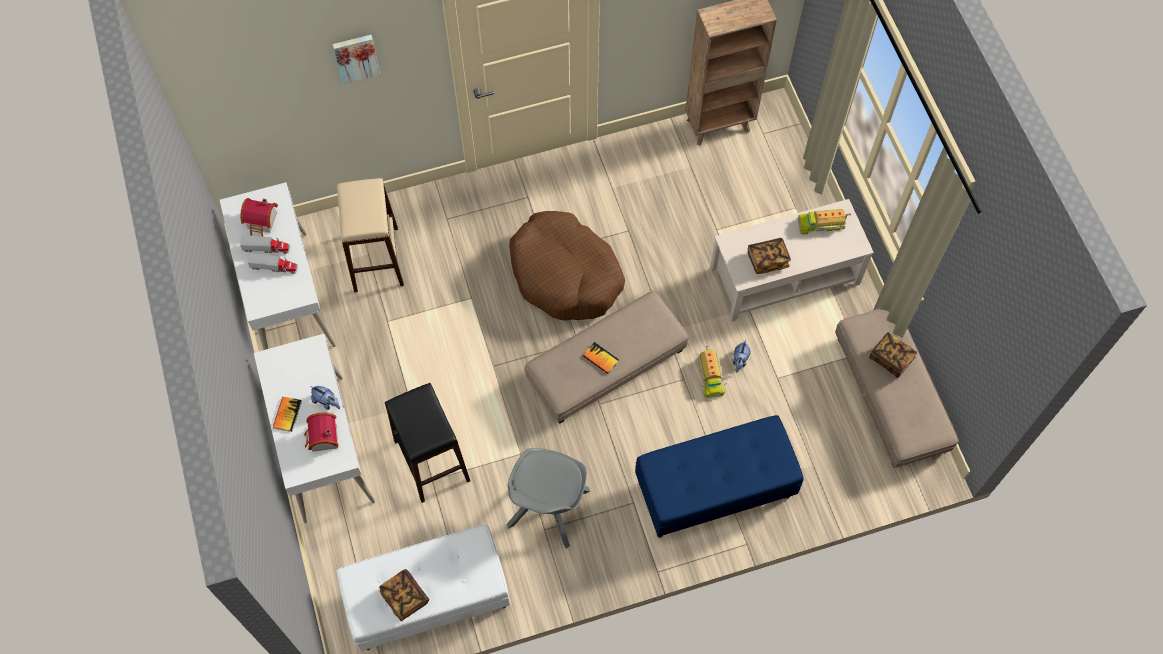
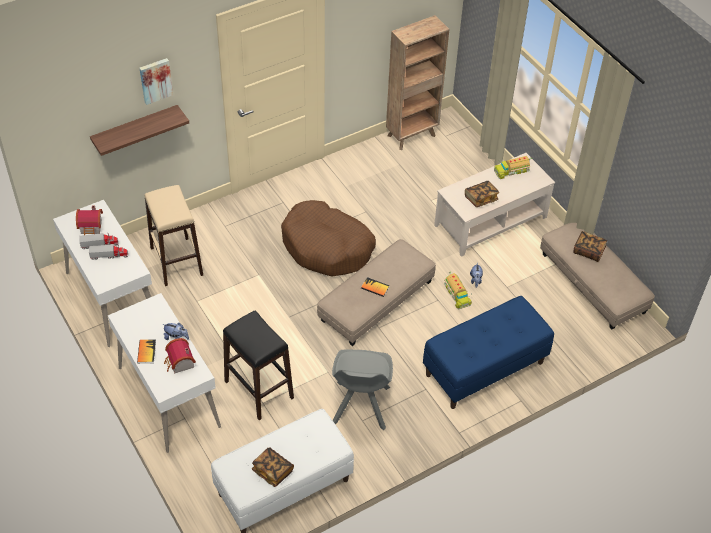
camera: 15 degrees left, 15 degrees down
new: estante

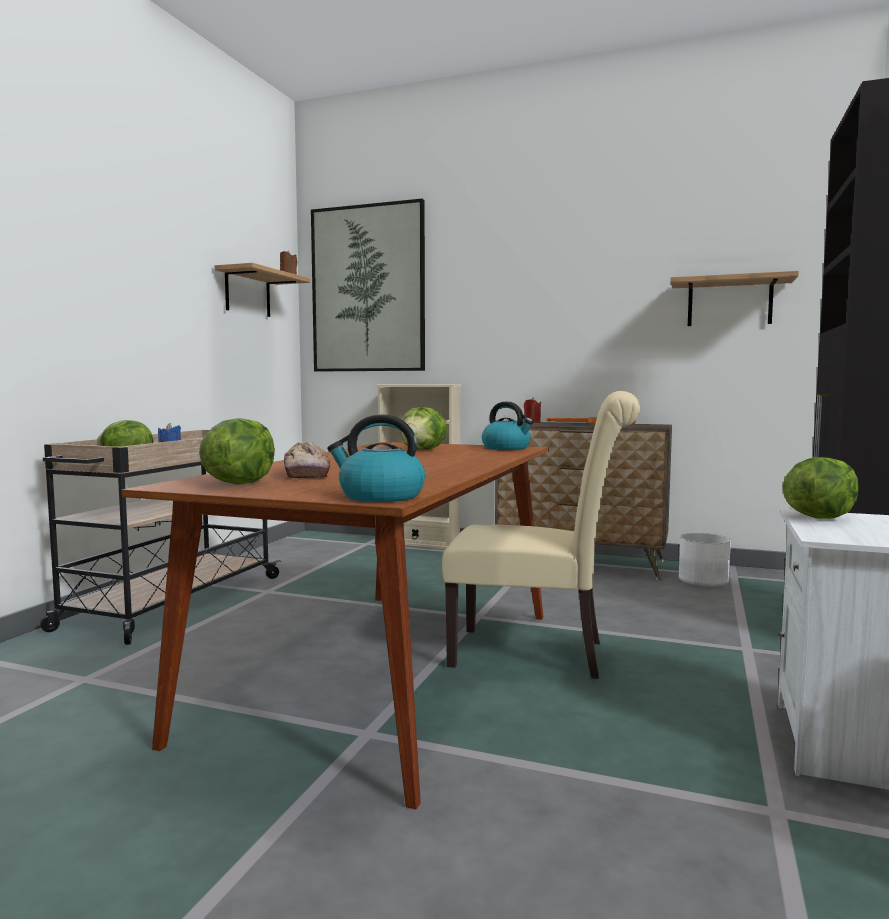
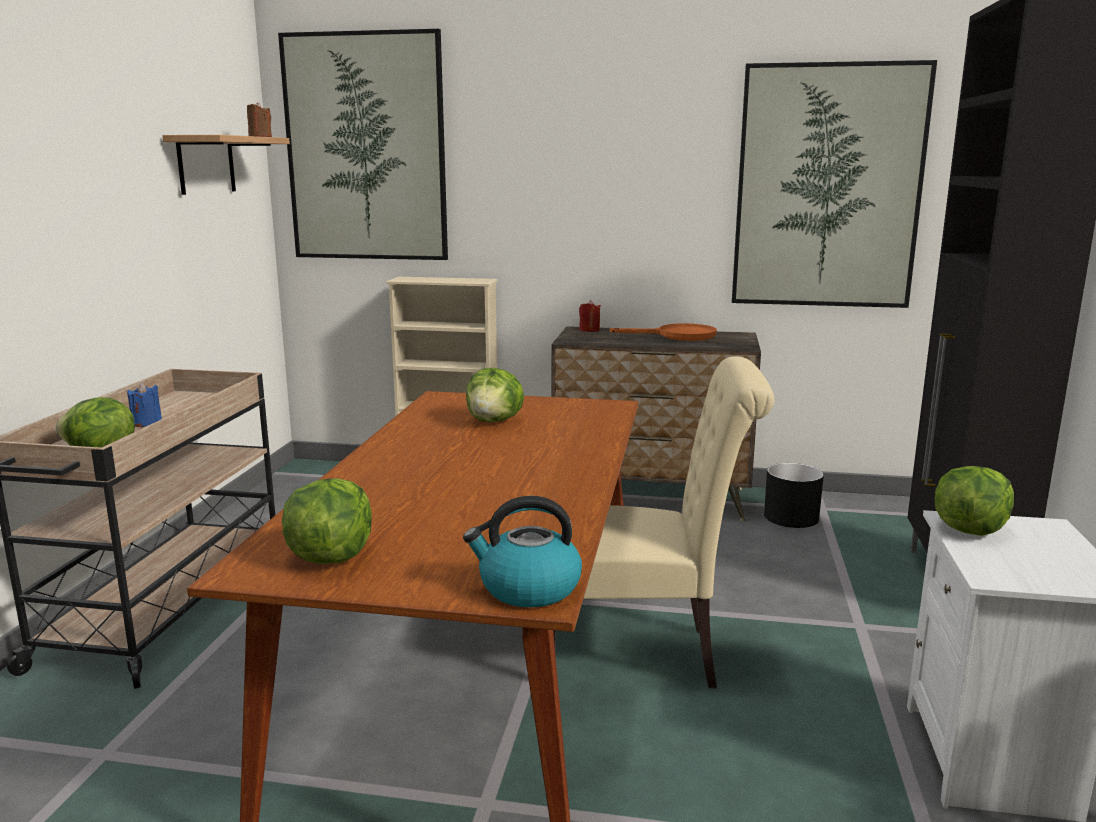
camera: 10 degrees left, 10 degrees up
gone: pan; hervidor (no. 2 from left)
swapped: estante (no. 2 from left) to cuadro (no. 2 from left)
repainted: maceta (blanco) to maceta (negro)

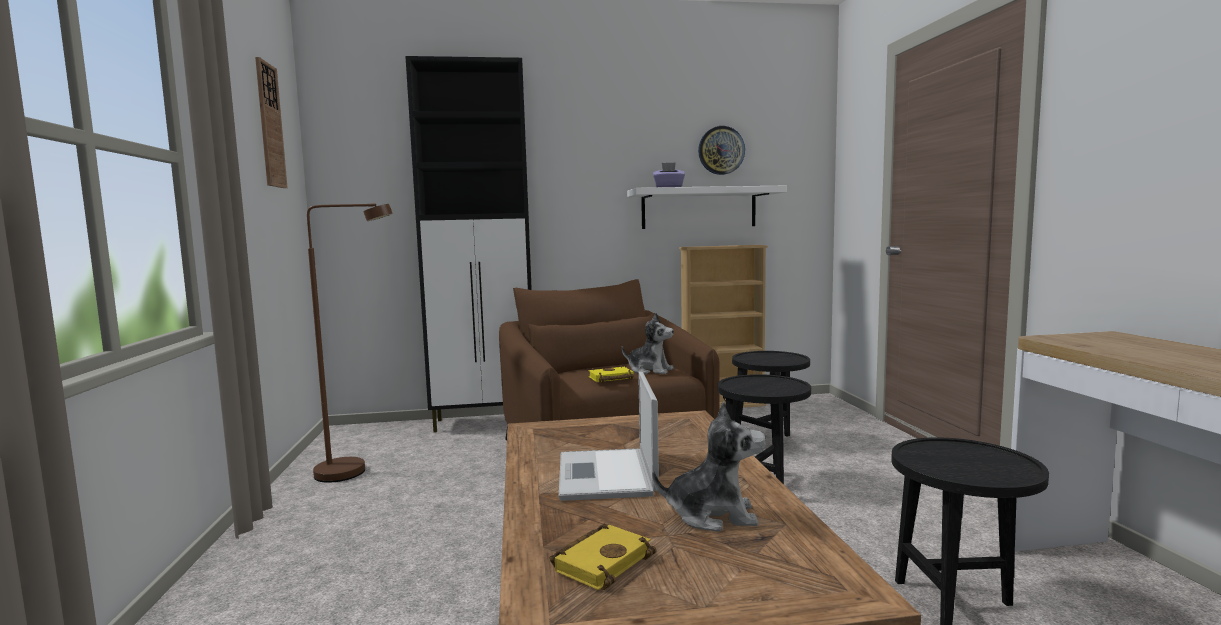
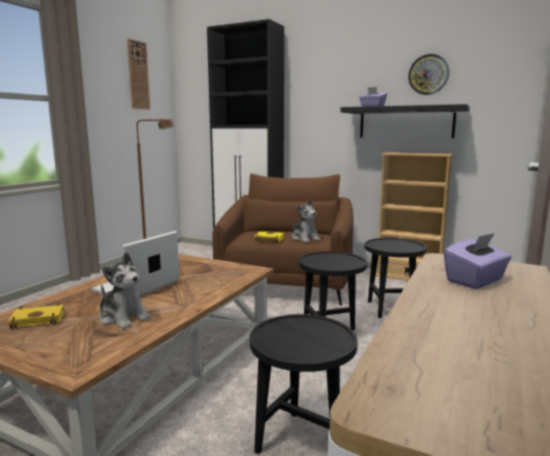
camera: 35 degrees right, 5 degrees up
new: caja de pañuelos (morado) (no. 2 from left)
repainted: estante (blanco) to estante (negro)

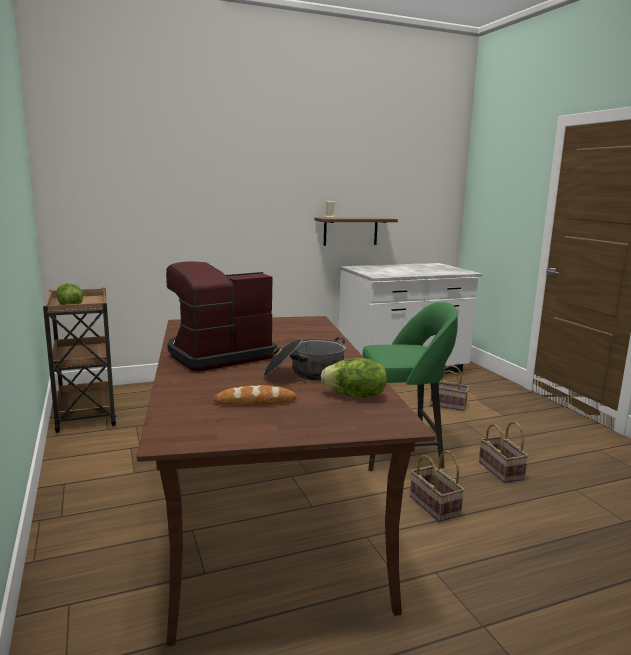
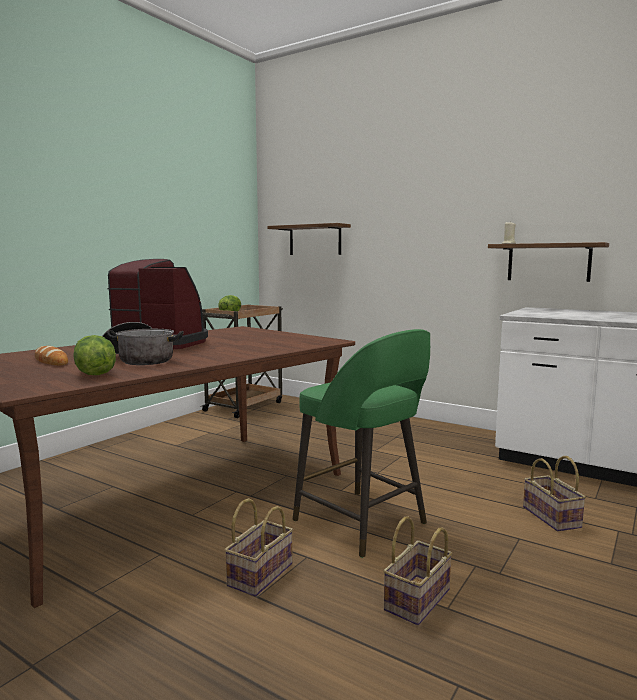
camera: 55 degrees right, 5 degrees down
new: estante (no. 1 from left)

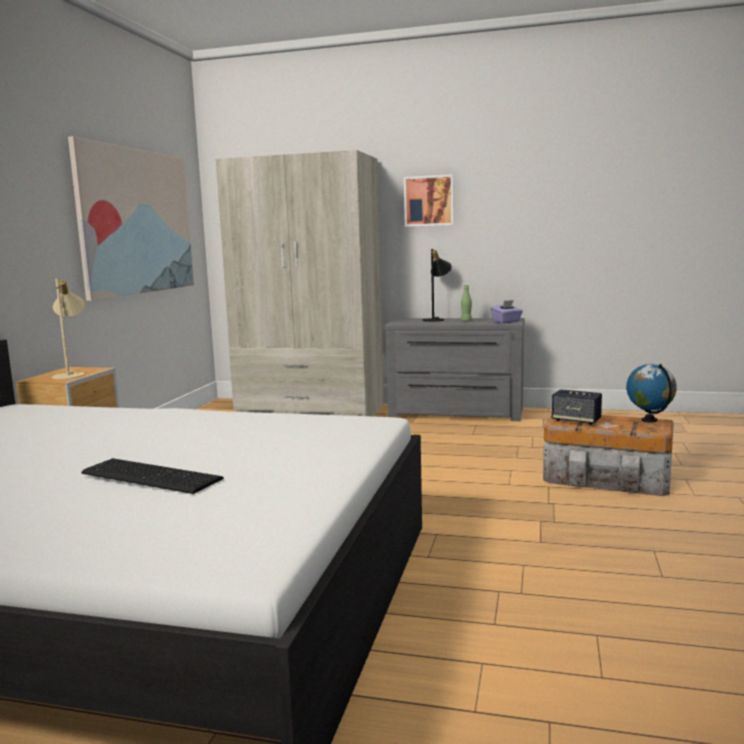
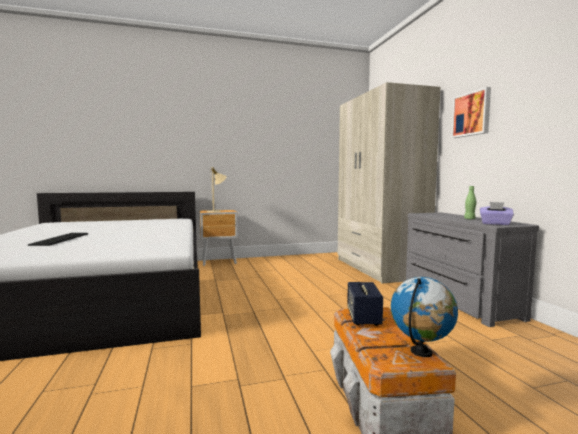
camera: 60 degrees right, 5 degrees down
gone: cuadro (no. 1 from left); lámpara de mesa (negro)

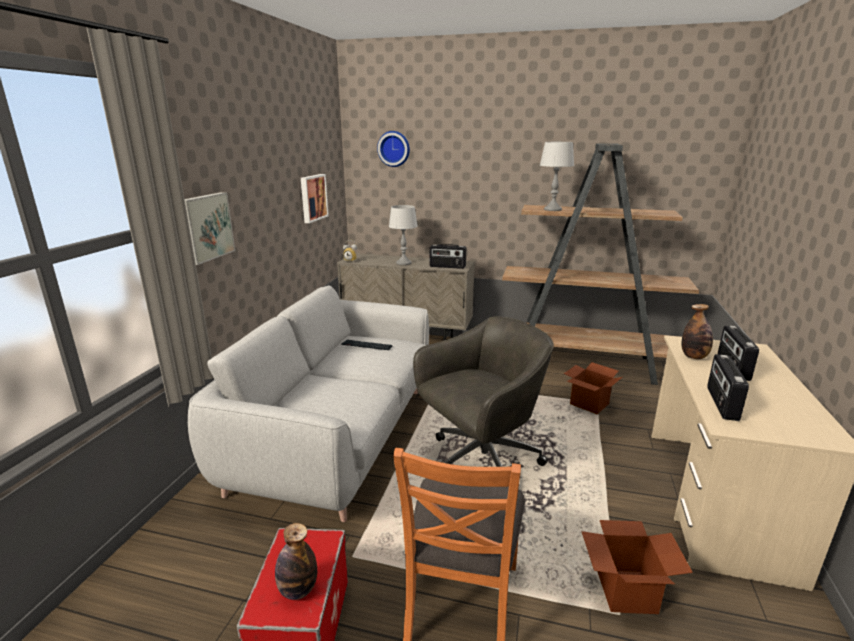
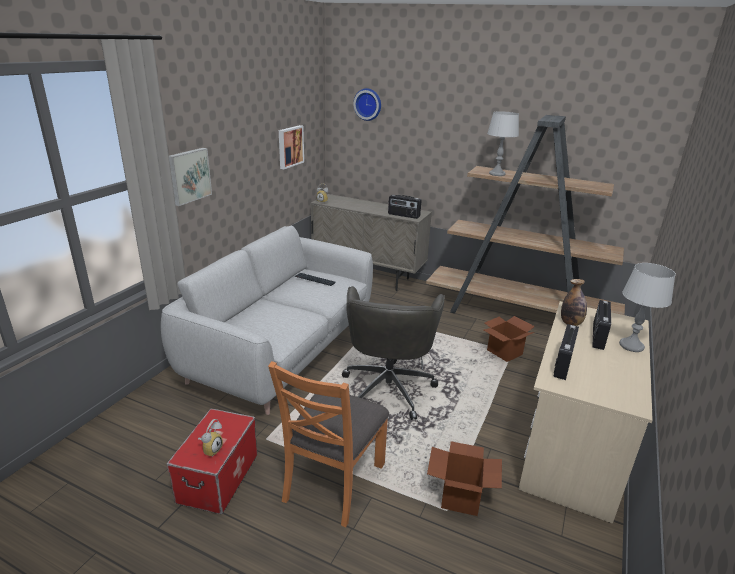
camera: 10 degrees right, 5 degrees up
shifted: lámpara de mesa (gris) (no. 1 from left in the first image) to lámpara de mesa (gris) (no. 2 from left)
swapped: botella (no. 1 from left) to despertador (no. 1 from left)
rotated: silla de oficina (gris) 120 degrees clockwise

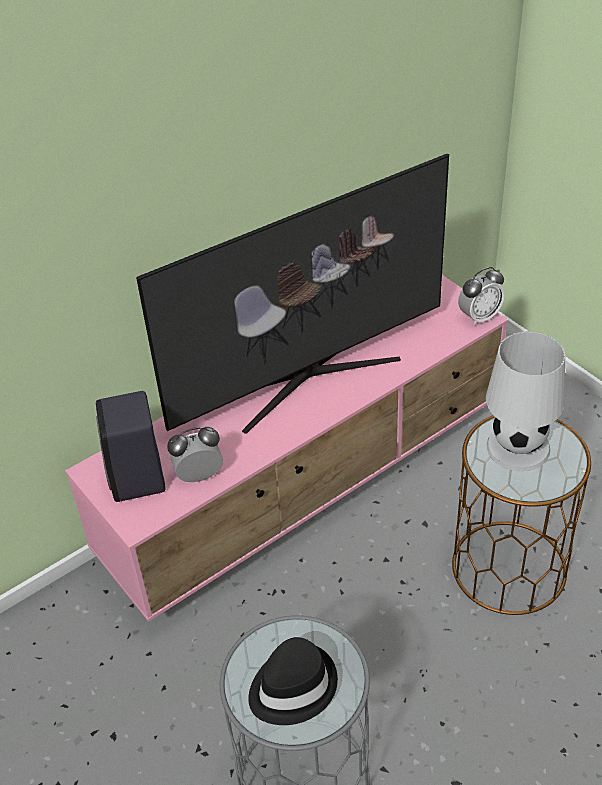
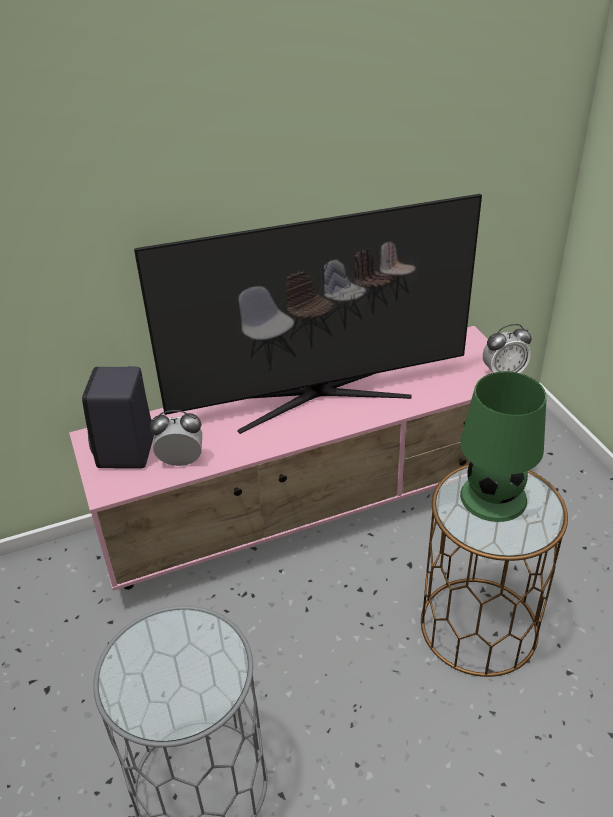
camera: 15 degrees right, 5 degrees down
gone: sombrero (negro)
repainted: lámpara de mesa (blanco) to lámpara de mesa (verde)

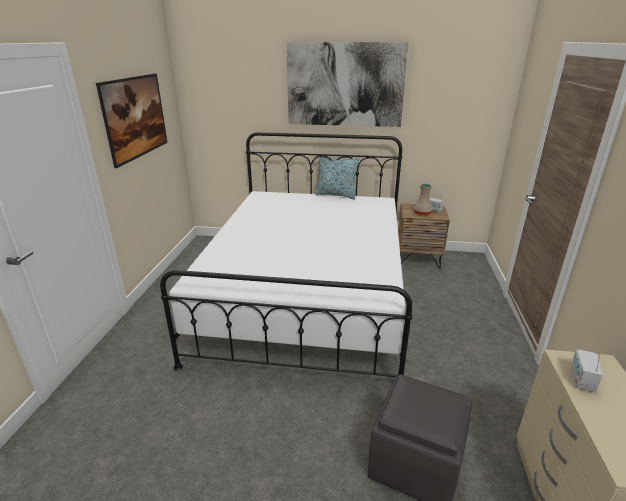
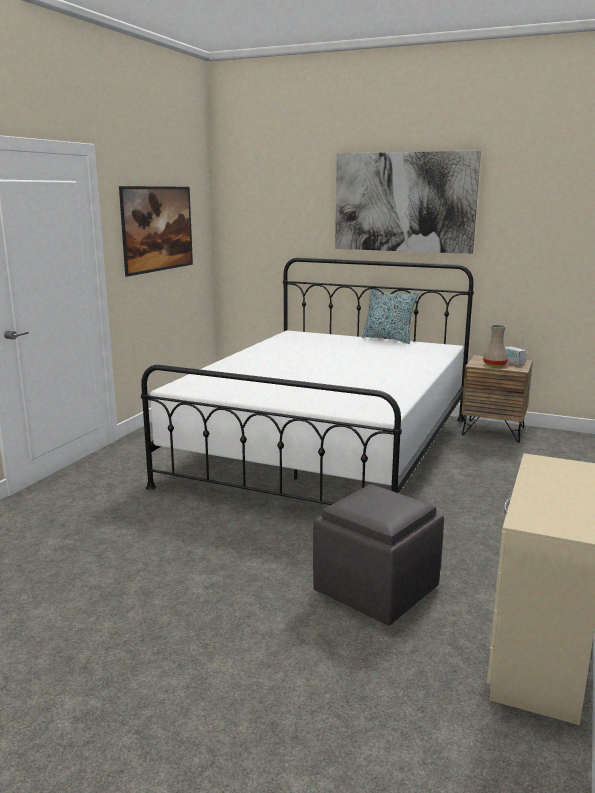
camera: 15 degrees right, 10 degrees down
gone: radio (no. 2 from left)

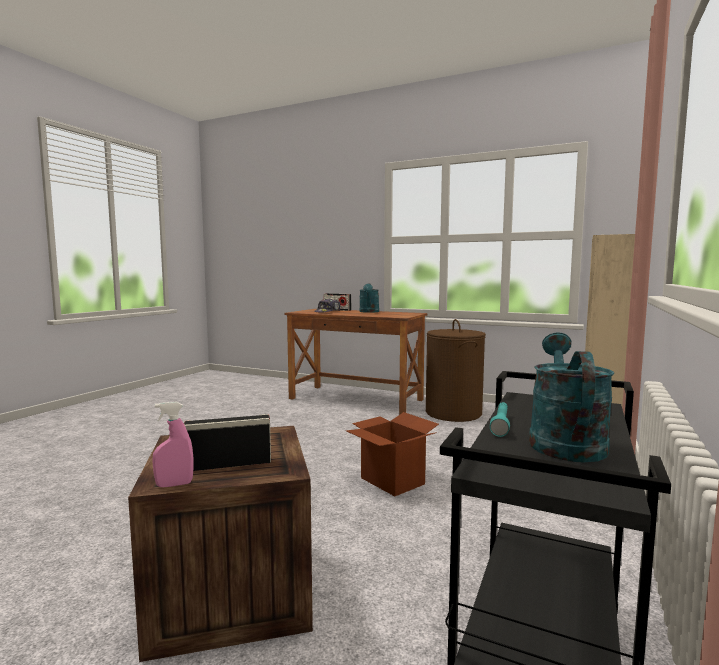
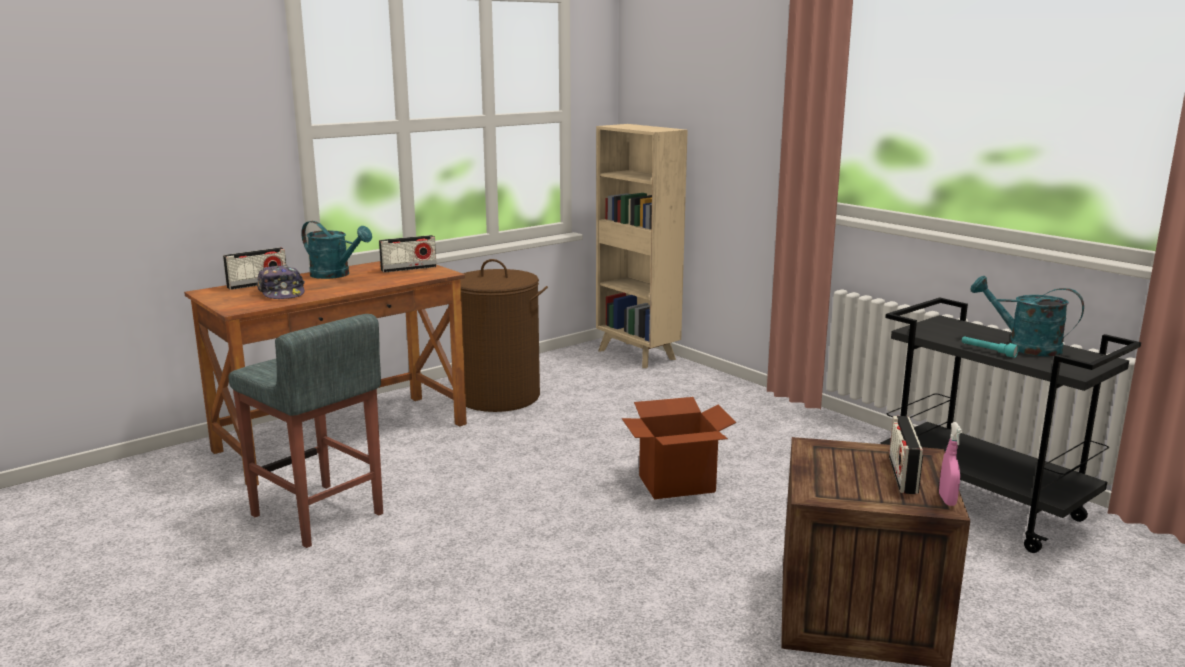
camera: 65 degrees left, 10 degrees up
new: taburete (gris); radio (no. 2 from left)

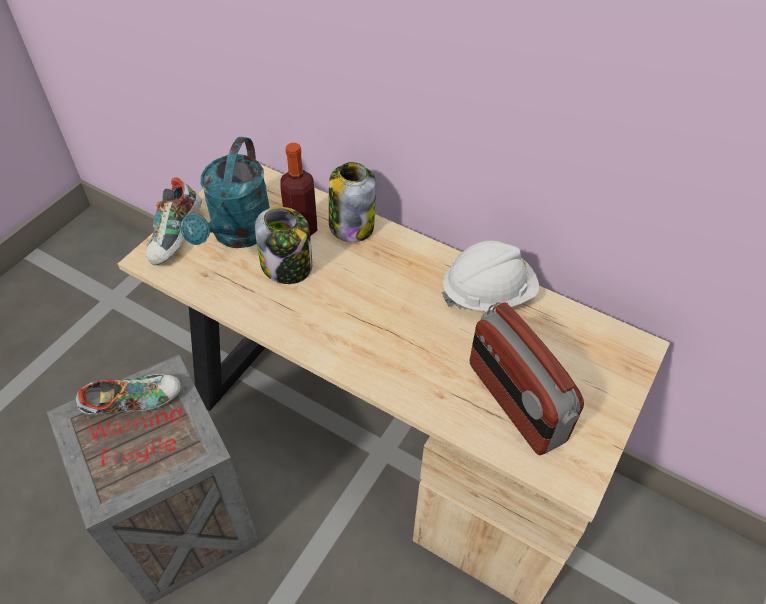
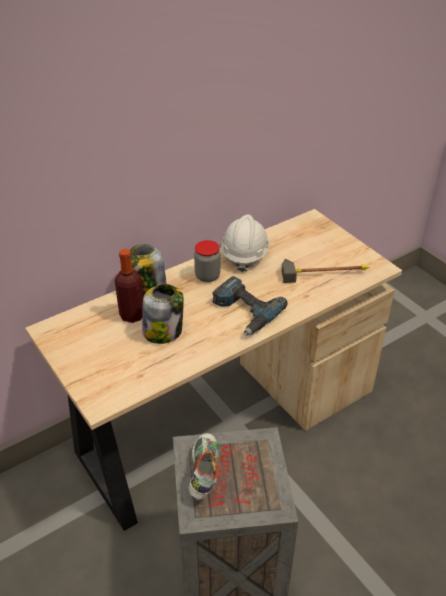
camera: 65 degrees left, 10 degrees down
gone: zapato (no. 2 from left); regadera (turquesa)
new: tarro (no. 3 from left); taladro
swapped: radio to martillo

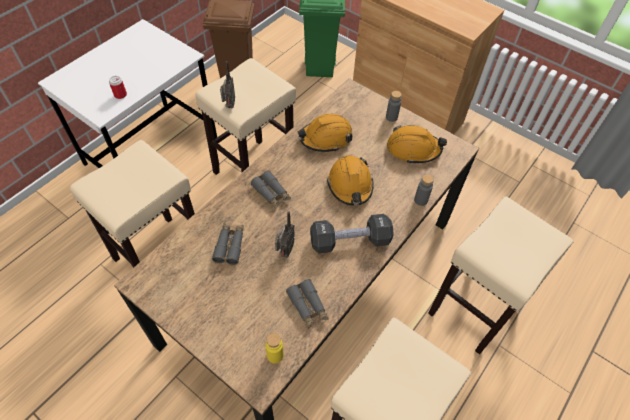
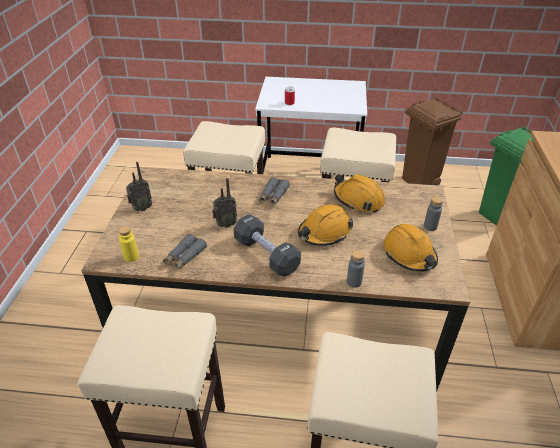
camera: 60 degrees right, 15 degrees down
gone: prismáticos (gris) (no. 1 from left)
shifted: radio (no. 1 from left)

